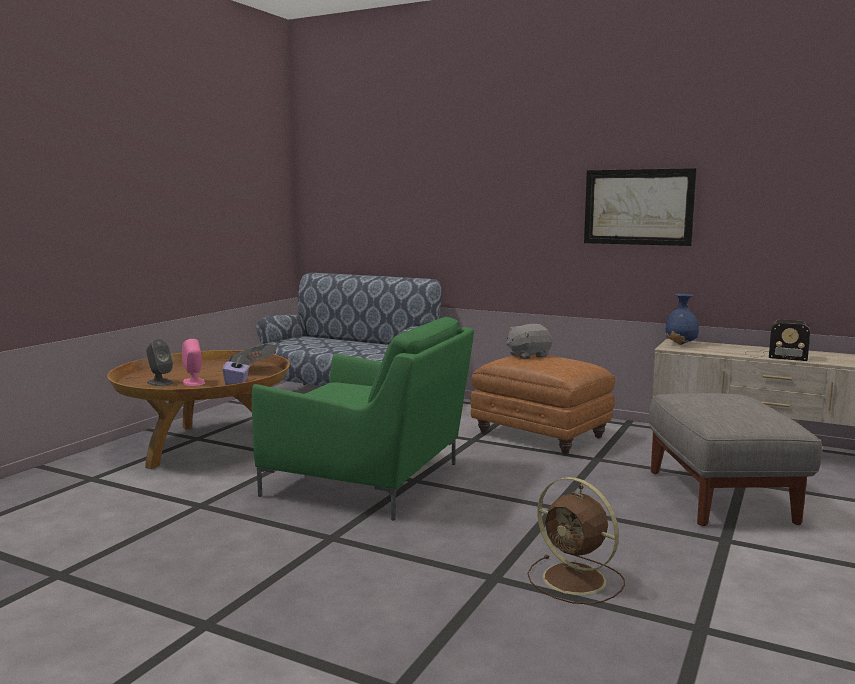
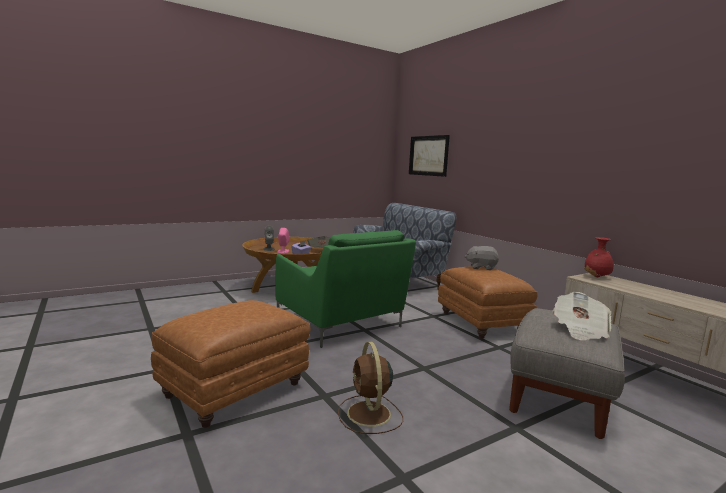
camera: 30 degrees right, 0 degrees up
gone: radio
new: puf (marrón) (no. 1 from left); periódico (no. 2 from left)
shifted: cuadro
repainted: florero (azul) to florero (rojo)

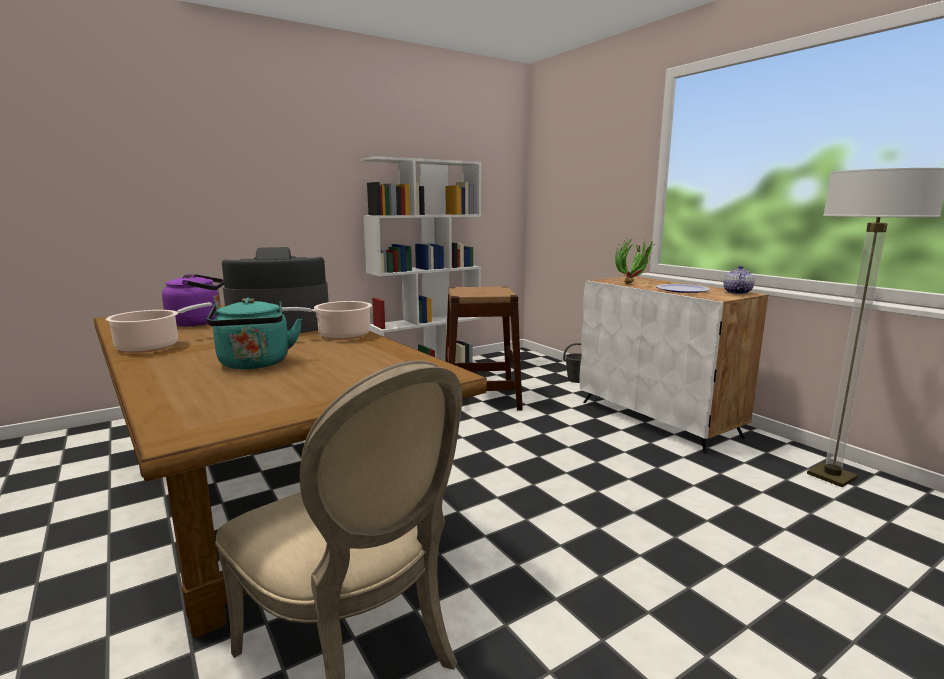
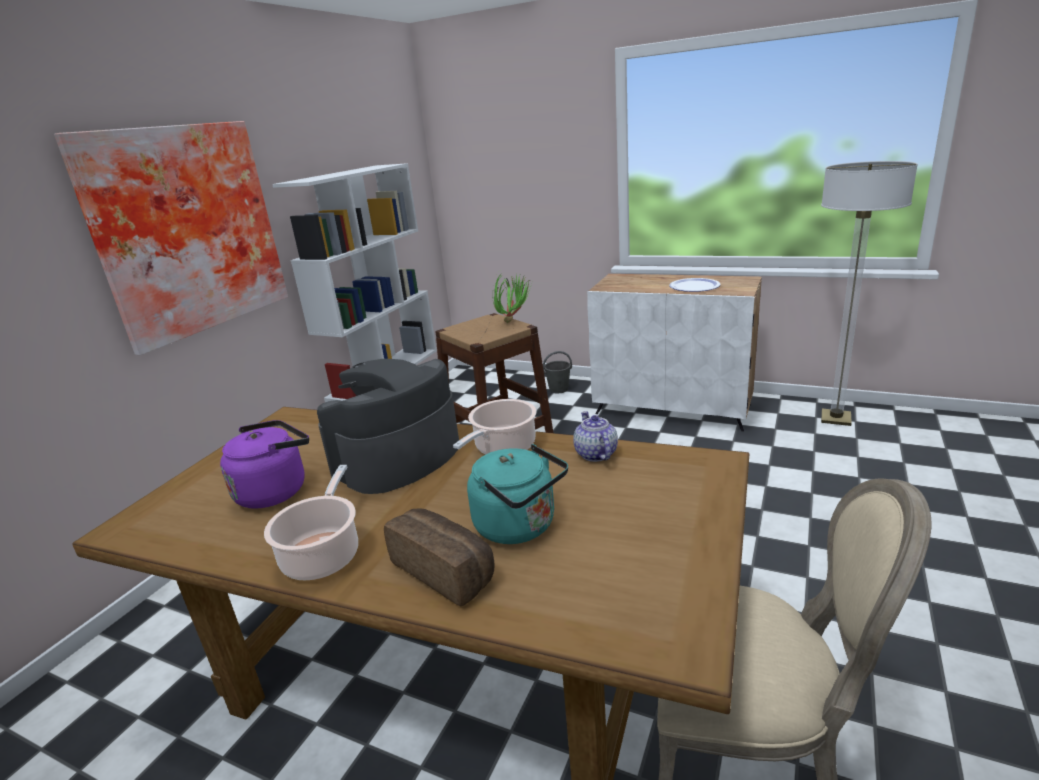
camera: 30 degrees left, 10 degrees up
new: cuadro; pan
shifted: planta en maceta; tetera

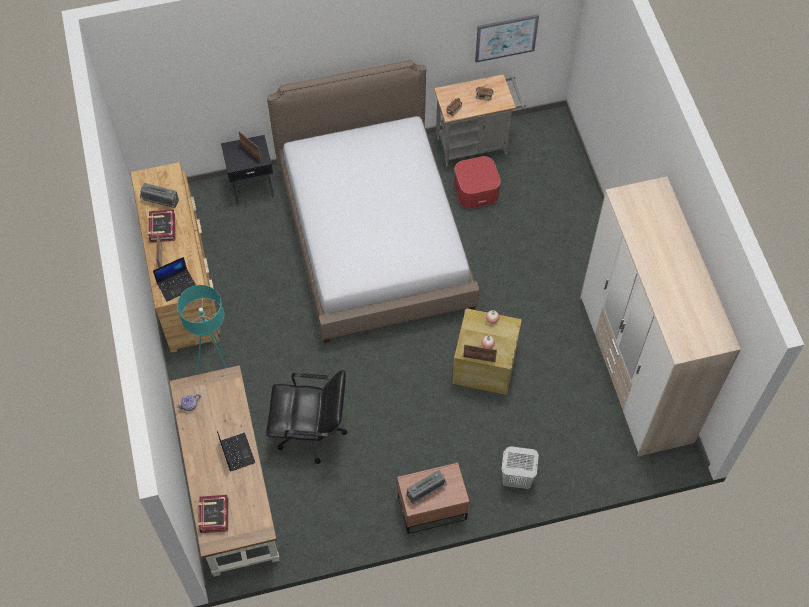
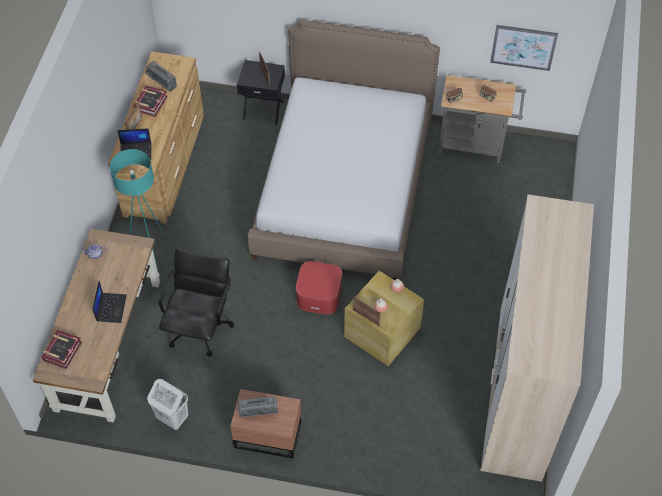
camera: 25 degrees right, 5 degrees down
shifted: cesto de la ropa (blanco); puf
rotated: silla de oficina (negro) 105 degrees counterclockwise

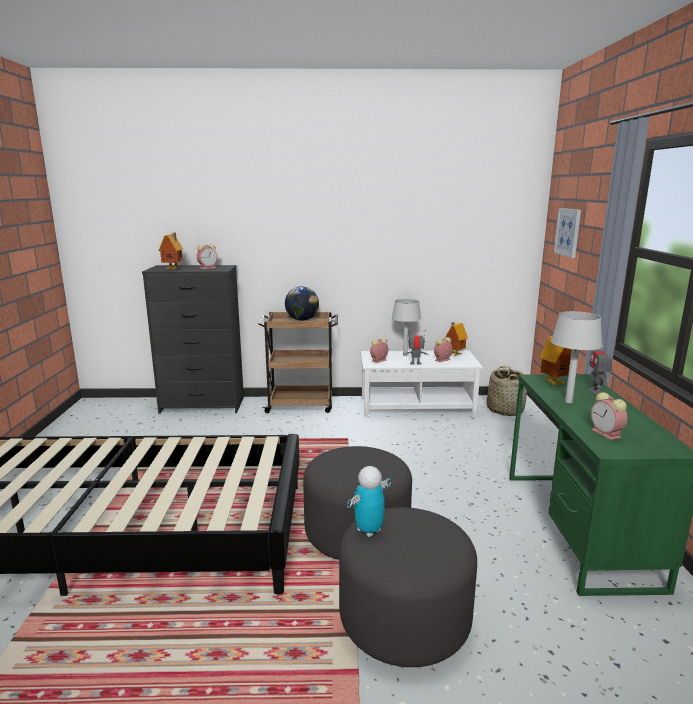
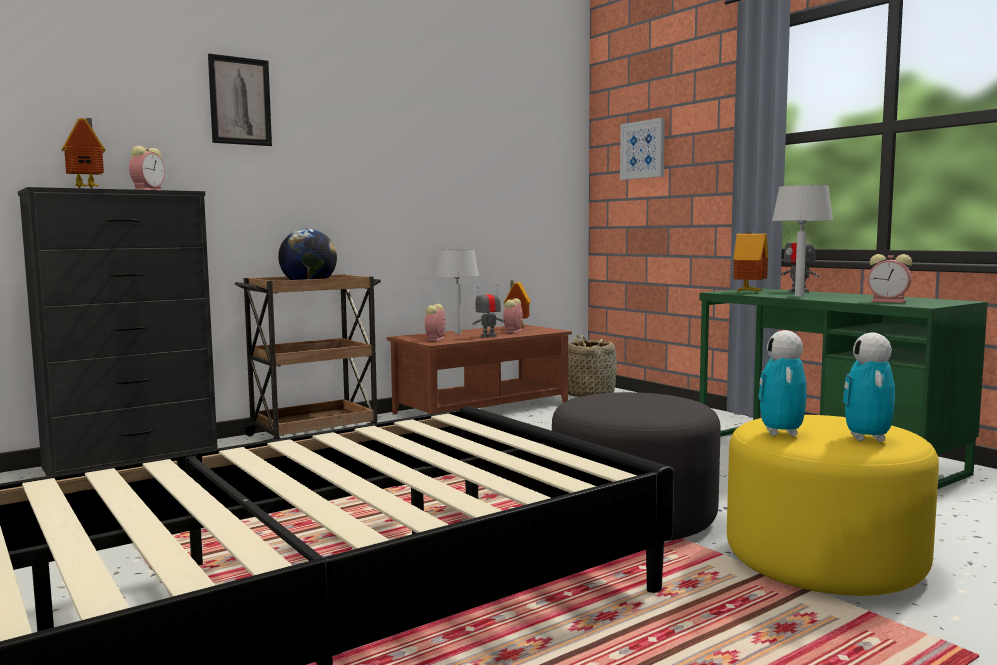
camera: 35 degrees left, 10 degrees down
new: cuadro (no. 1 from left); robot de juguete (no. 4 from left)
repainted: mesa de centro (blanco) to mesa de centro (marrón); puf (gris) (no. 2 from left) to puf (amarillo)

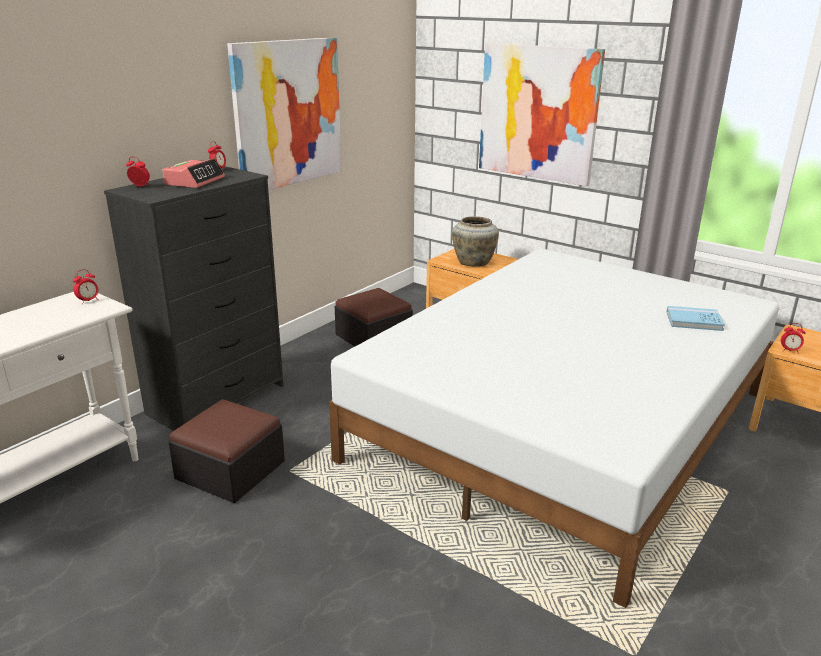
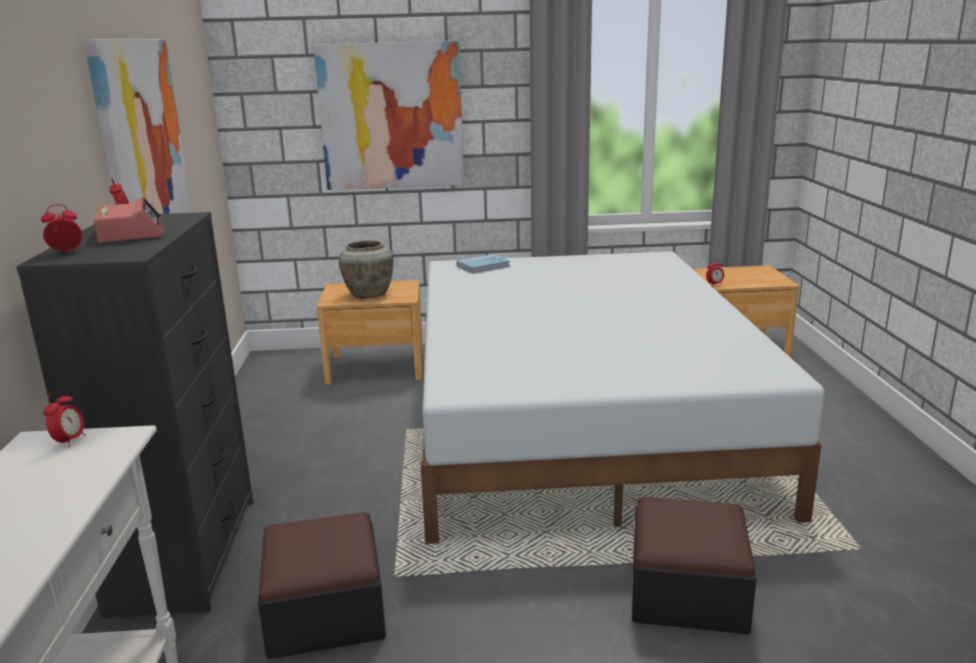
camera: 40 degrees left, 5 degrees down
shifted: libro (azul); puf (no. 2 from left)

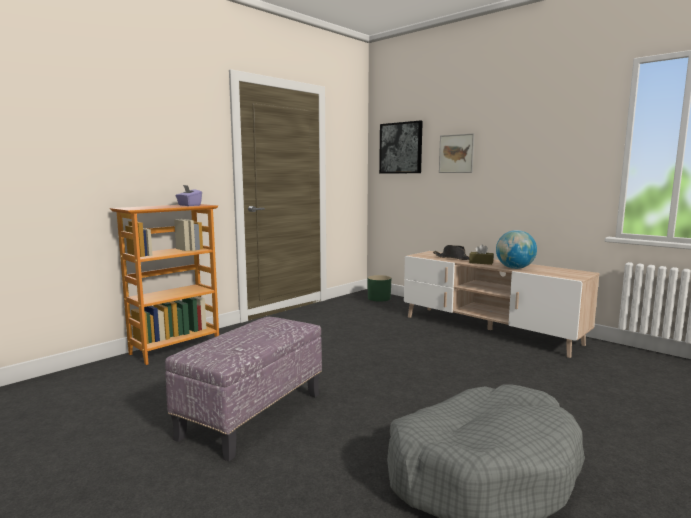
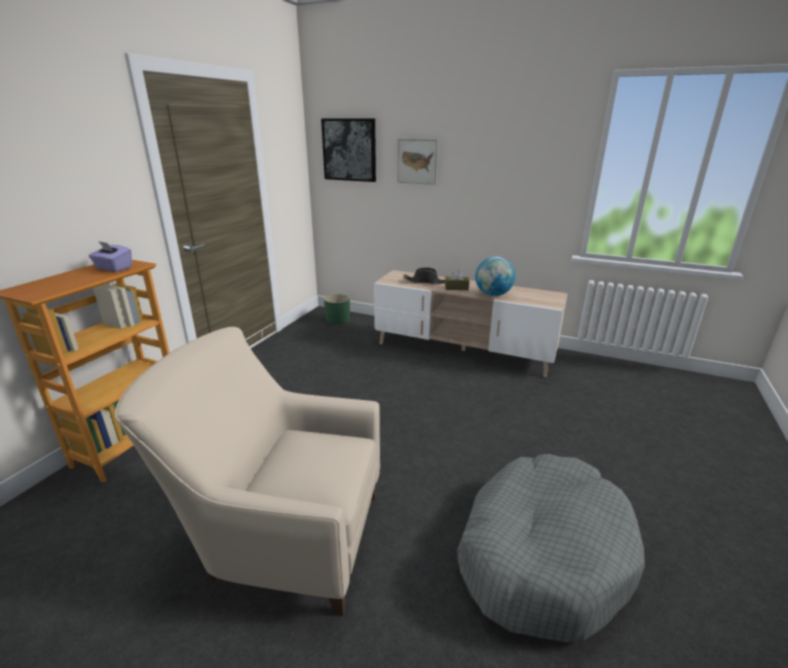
camera: 20 degrees left, 15 degrees up
swapped: puf to sillón (beis)

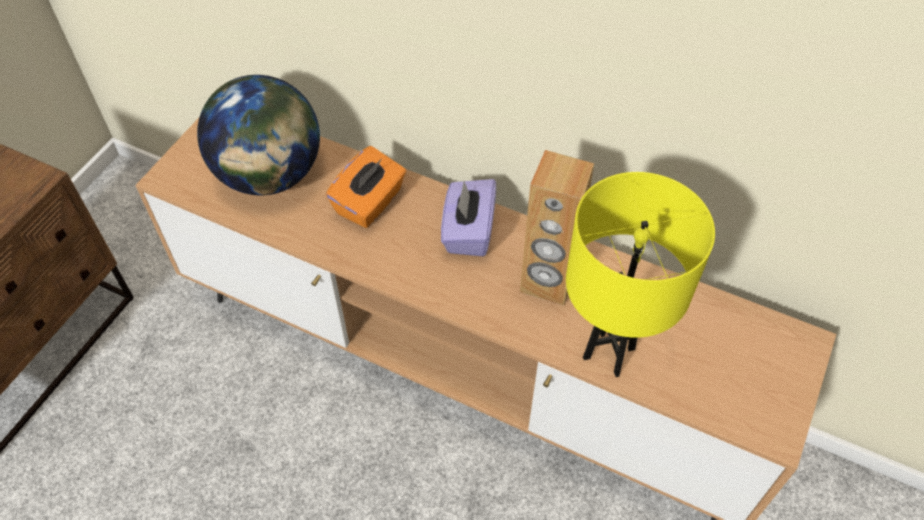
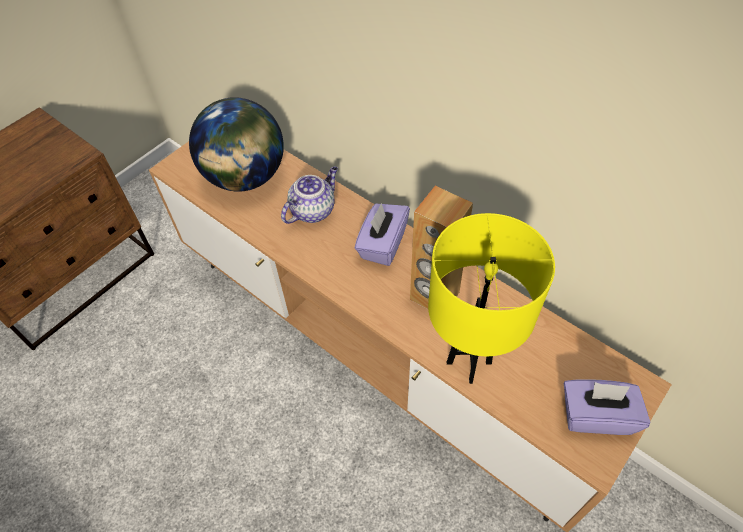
camera: 15 degrees right, 0 degrees up
new: caja de pañuelos (morado) (no. 2 from left)
swapped: caja de pañuelos (naranja) to tetera

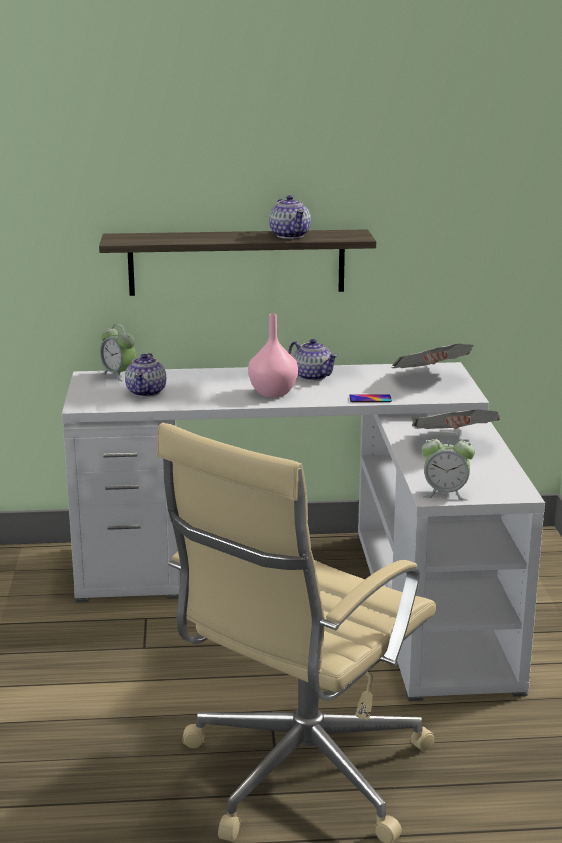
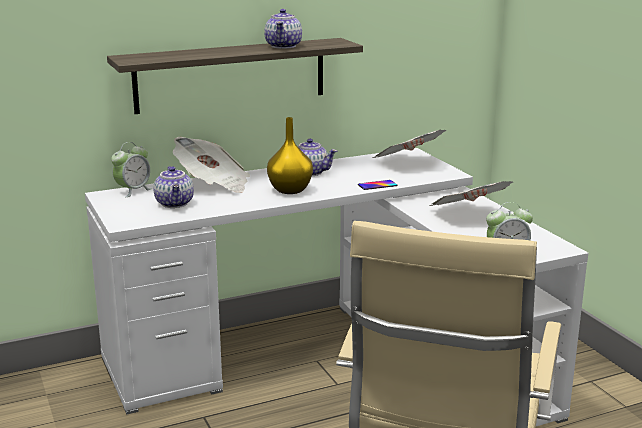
camera: 20 degrees left, 0 degrees up
new: periódico (no. 1 from left)
repainted: florero (rosa) to florero (amarillo)
rotated: despertador (no. 1 from left) 75 degrees counterclockwise; tetera (no. 2 from left) 45 degrees clockwise

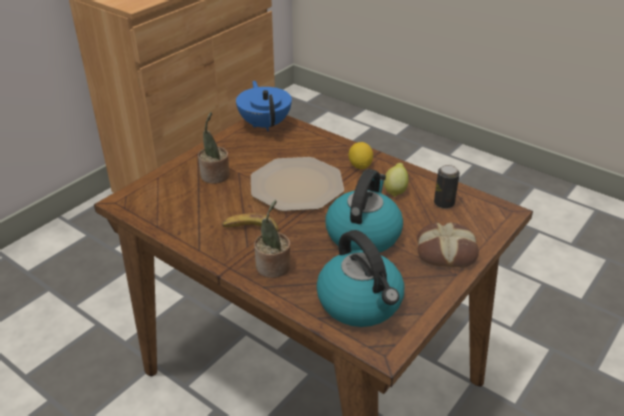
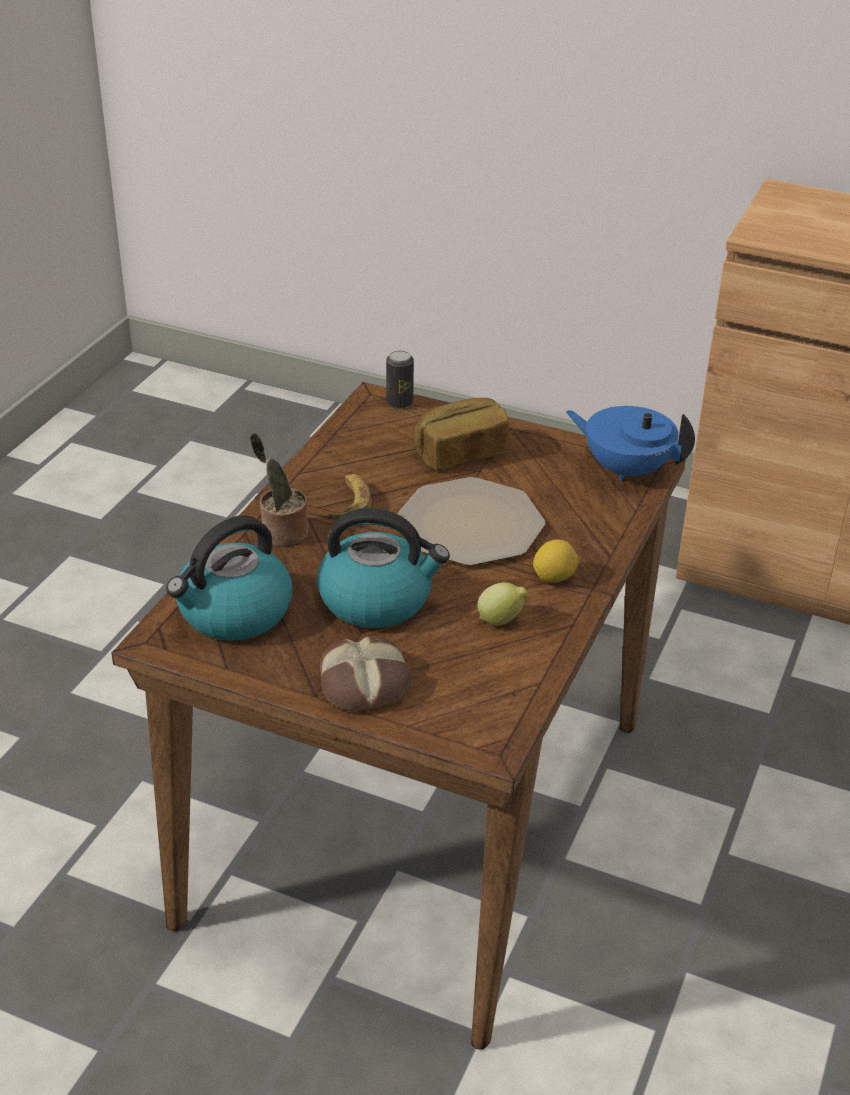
camera: 75 degrees right, 0 degrees up
shifted: lata
swapped: planta en maceta (no. 1 from left) to pan (no. 2 from left)
rotated: tetera (azul) 120 degrees counterclockwise

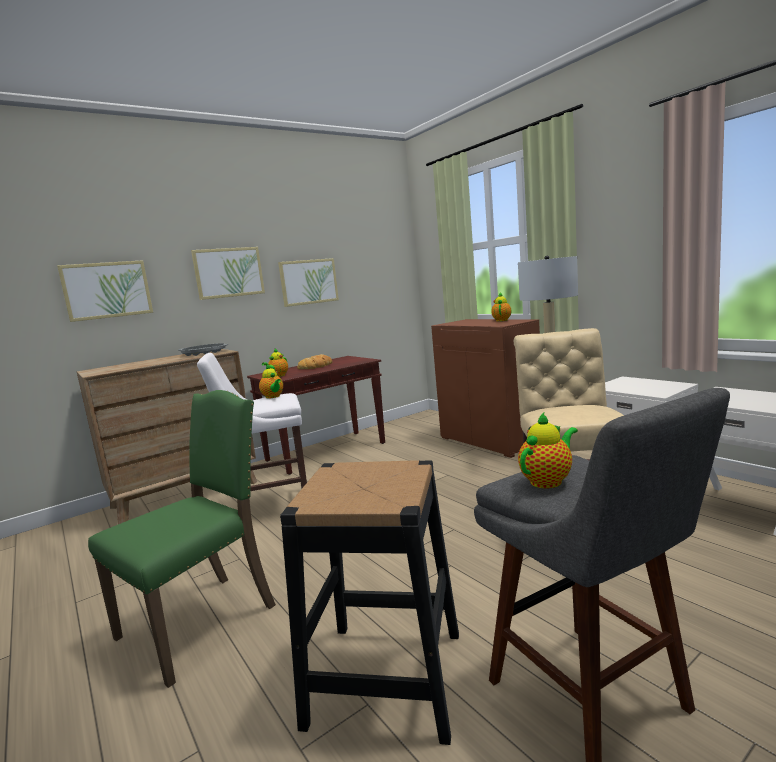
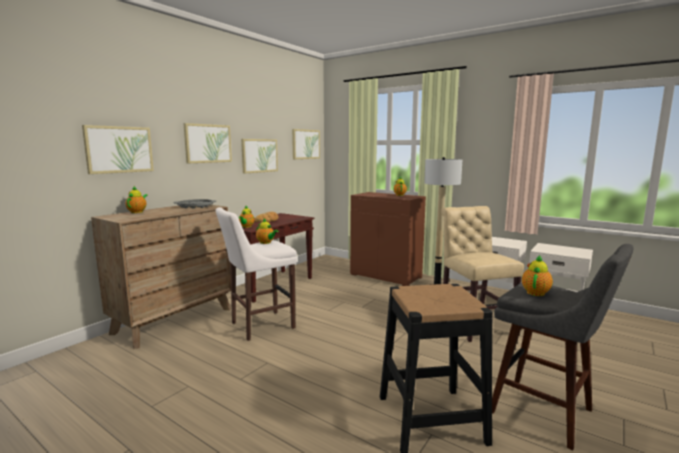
camera: 20 degrees left, 0 degrees up
gone: silla (verde)
new: tetera (no. 1 from left); cuadro (no. 4 from left)

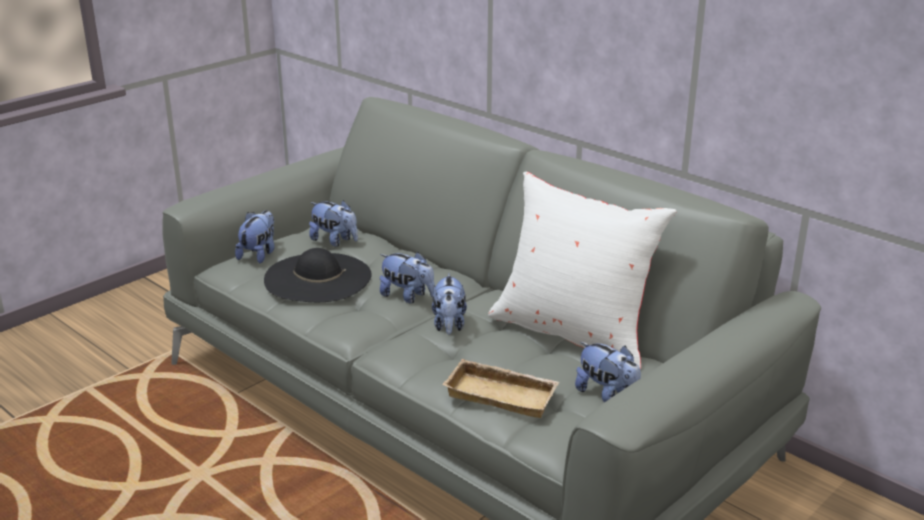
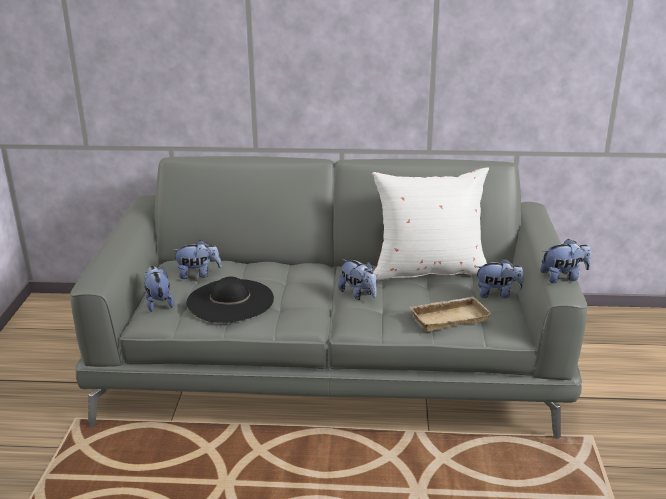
camera: 40 degrees left, 0 degrees up
shifted: peluche (no. 3 from left in the first image) to peluche (no. 5 from left)

